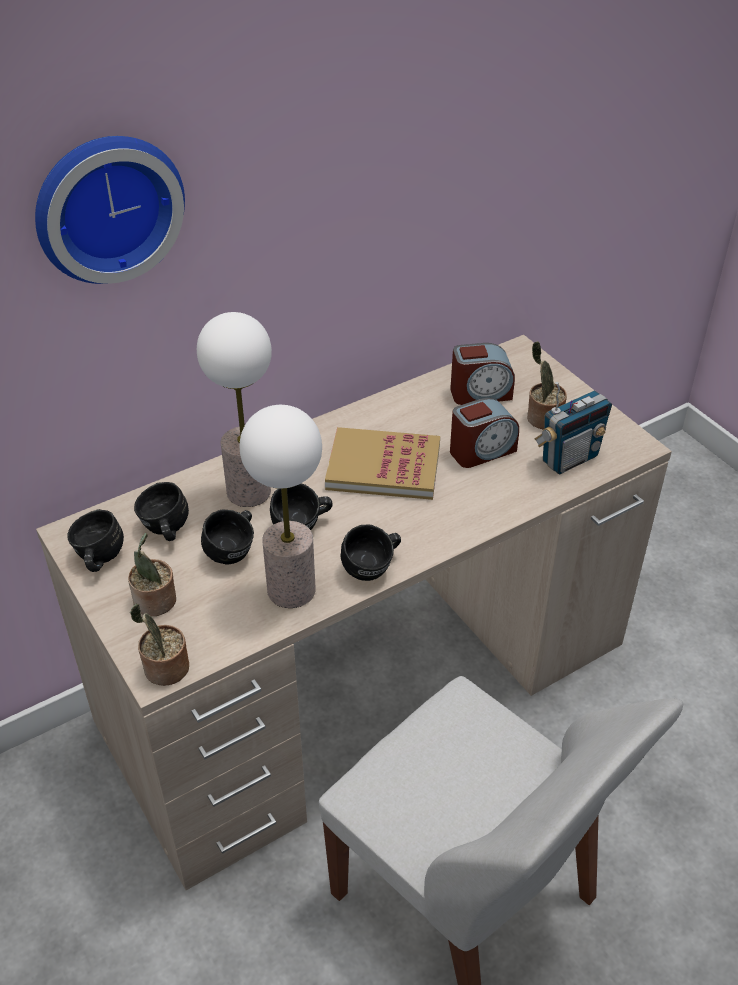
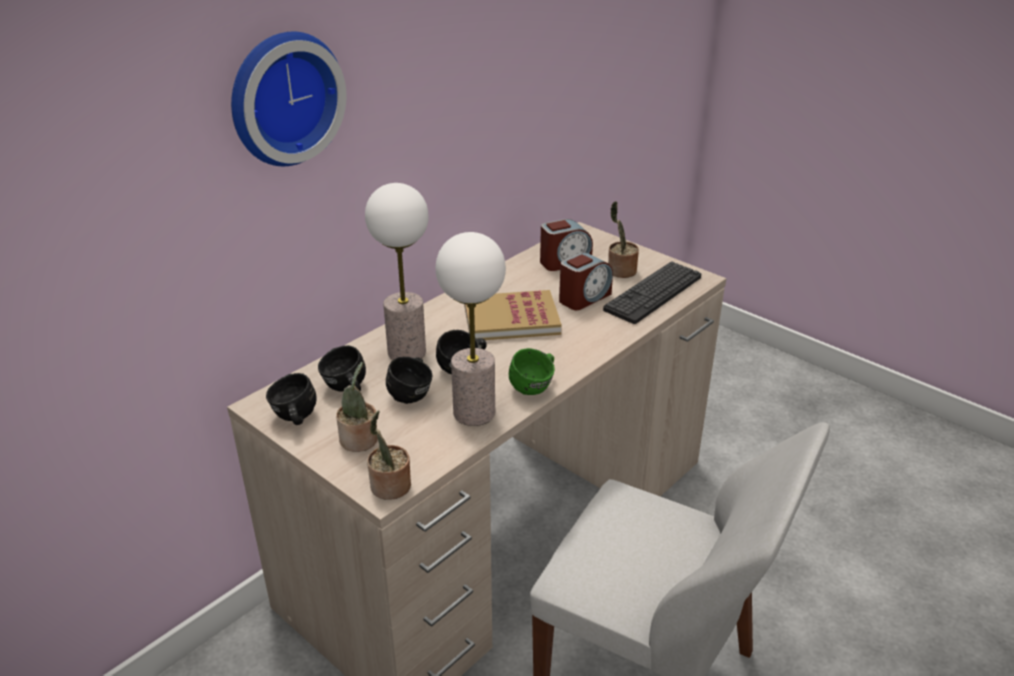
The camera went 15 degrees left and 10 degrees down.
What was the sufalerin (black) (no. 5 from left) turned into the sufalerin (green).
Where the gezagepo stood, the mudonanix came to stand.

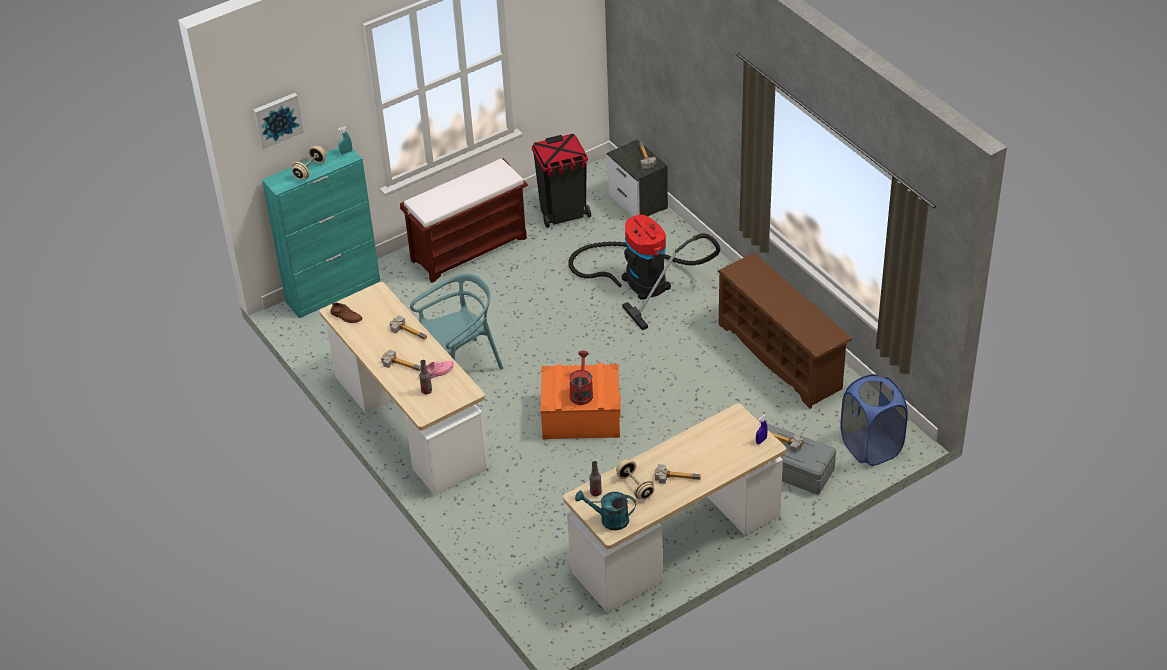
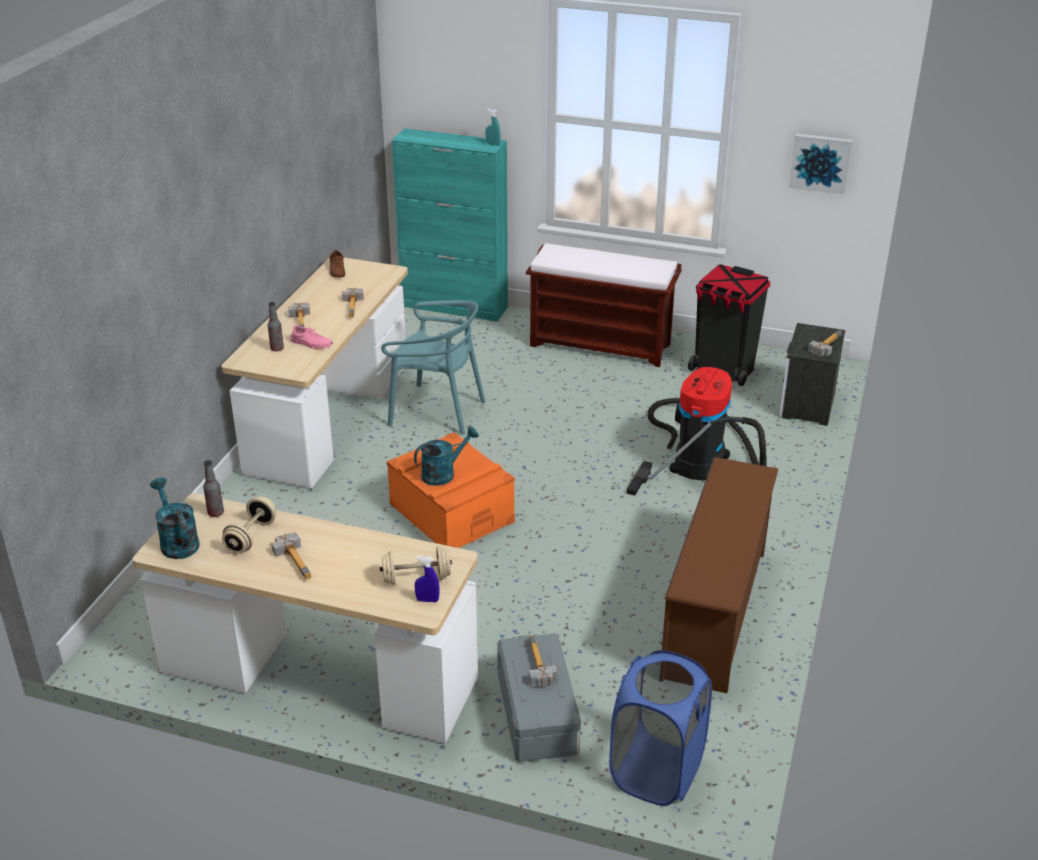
The camera went 50 degrees right and 10 degrees down.
The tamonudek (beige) (no. 1 from left in the first image) ended up elsewhere.
What was the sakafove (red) turned into the sakafove (turquoise) (no. 2 from left).
The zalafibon ended up elsewhere.

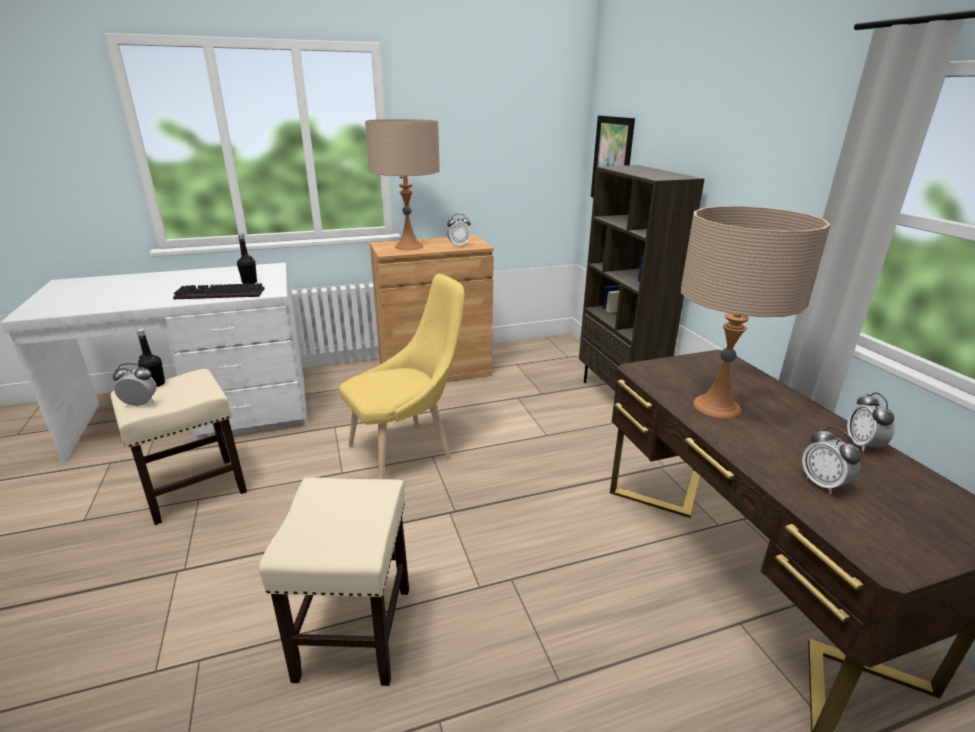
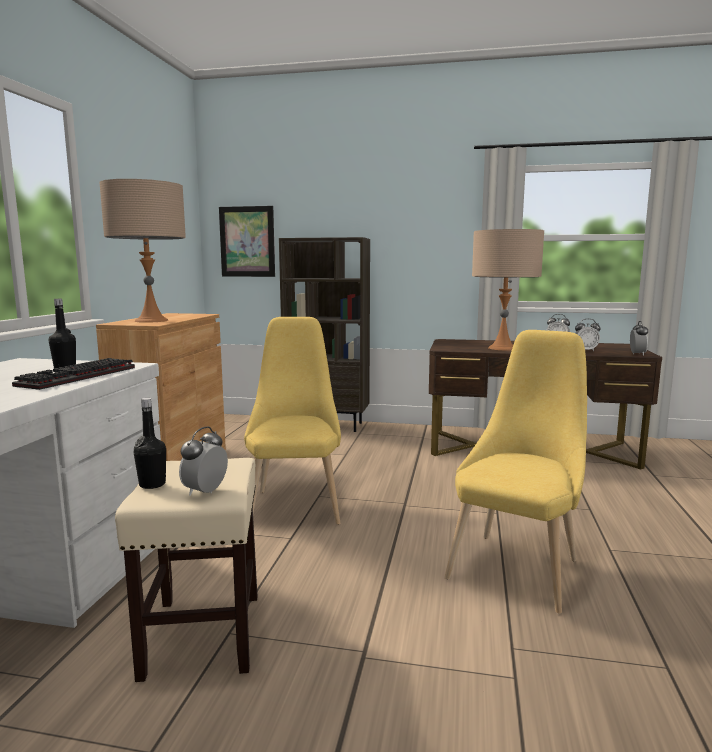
The camera went 60 degrees left and 15 degrees down.
Where the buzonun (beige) (no. 2 from left) stood, the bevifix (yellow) (no. 2 from left) came to stand.
The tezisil (no. 2 from left in the first image) ended up elsewhere.

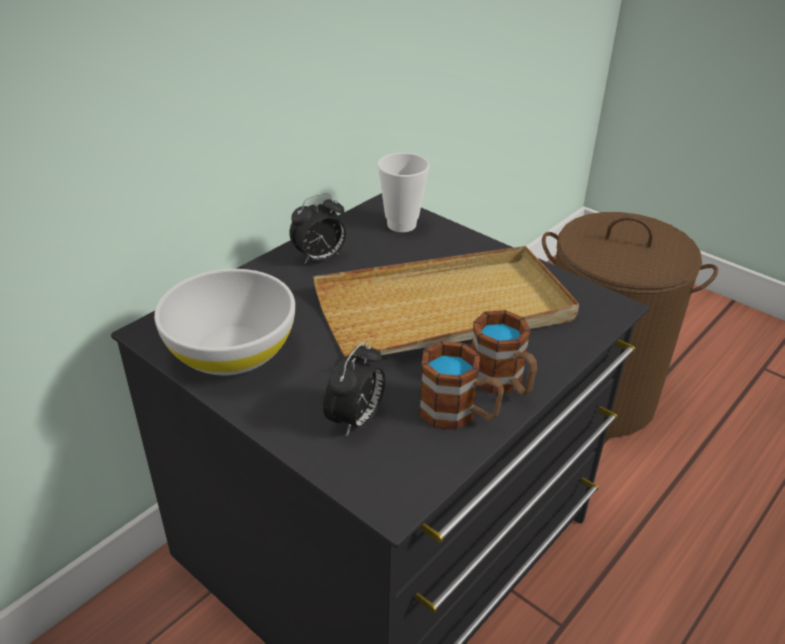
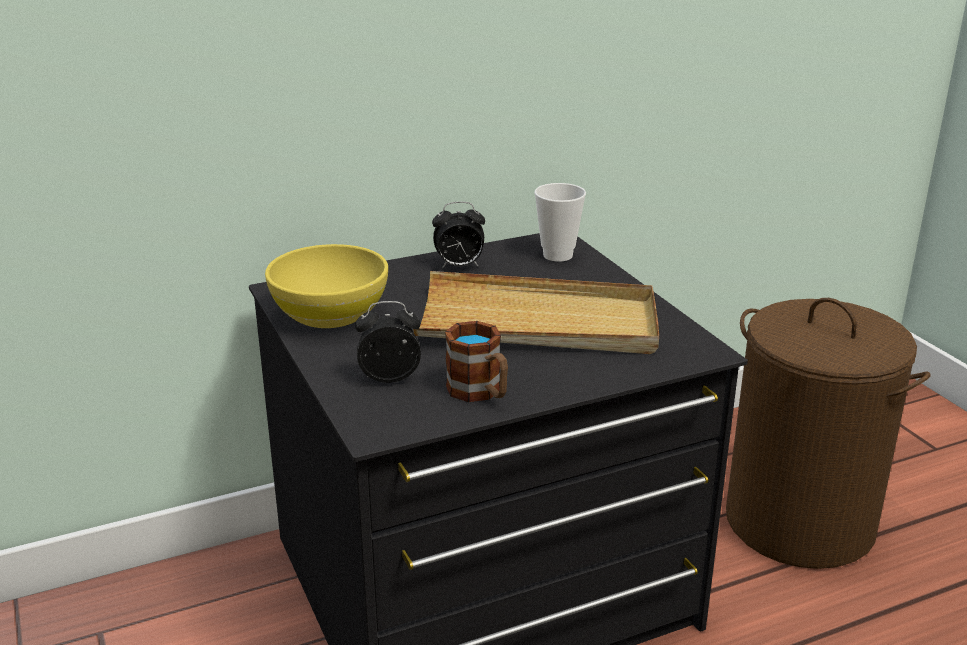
The camera went 25 degrees right and 10 degrees down.
What was the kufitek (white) turned into the kufitek (yellow).
The tezisil (no. 2 from left in the first image) ended up facing another way, 150 degrees counterclockwise from before.
The second view lost the sufalerin (no. 2 from left).

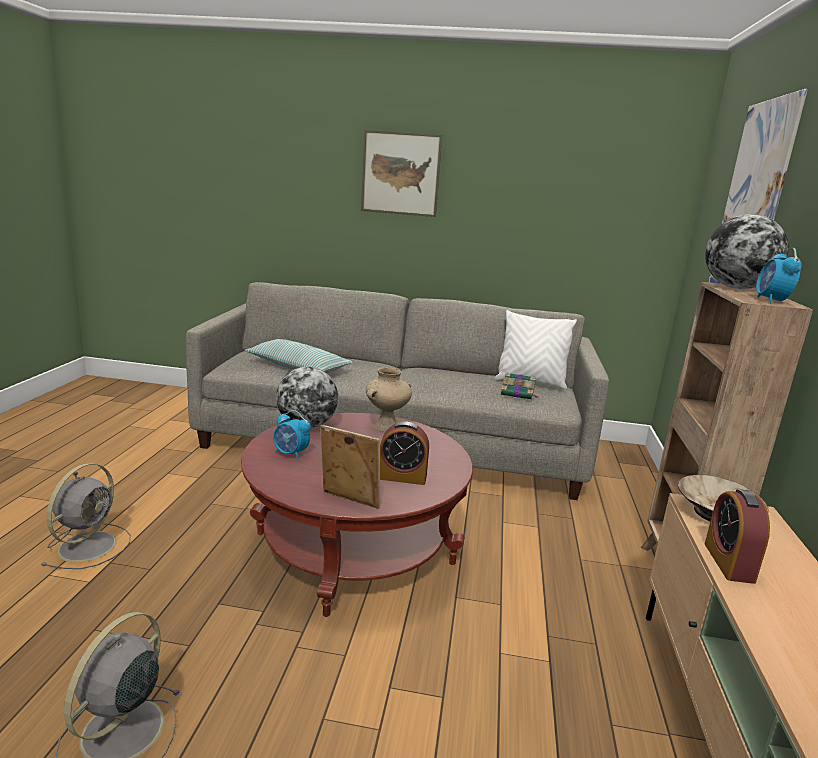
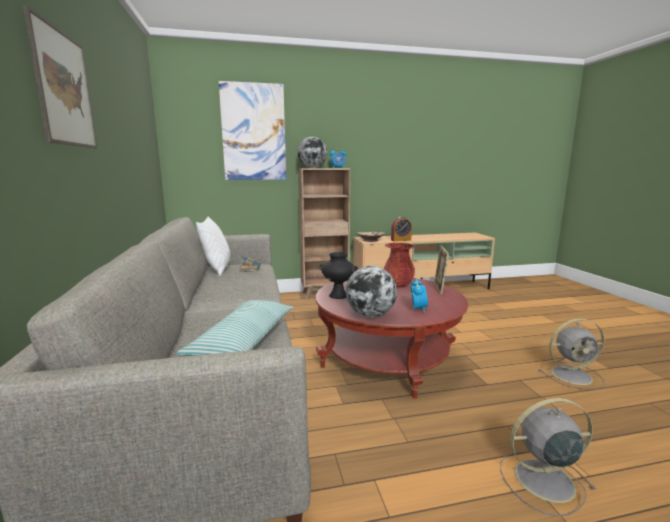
The camera went 110 degrees left and 5 degrees down.
What was the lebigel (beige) turned into the lebigel (black).
Where the tezisil (no. 2 from left) stood, the lebigel (red) came to stand.

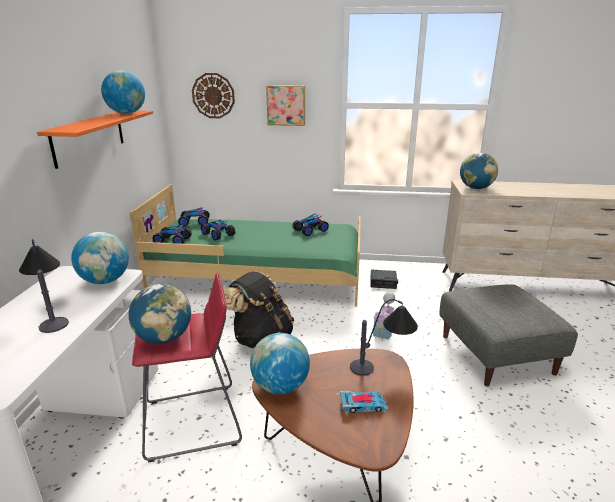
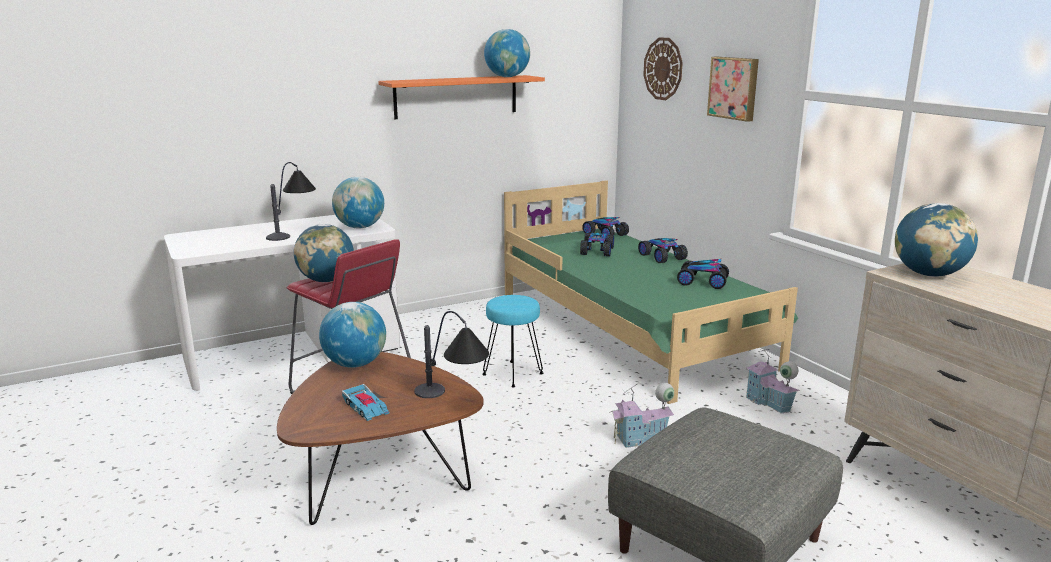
The camera went 55 degrees right and 5 degrees down.
Where the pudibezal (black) stood, the buzonun (turquoise) came to stand.
The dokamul (no. 1 from left in the first image) ended up elsewhere.
Where the tezisil stood, the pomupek (no. 2 from left) came to stand.

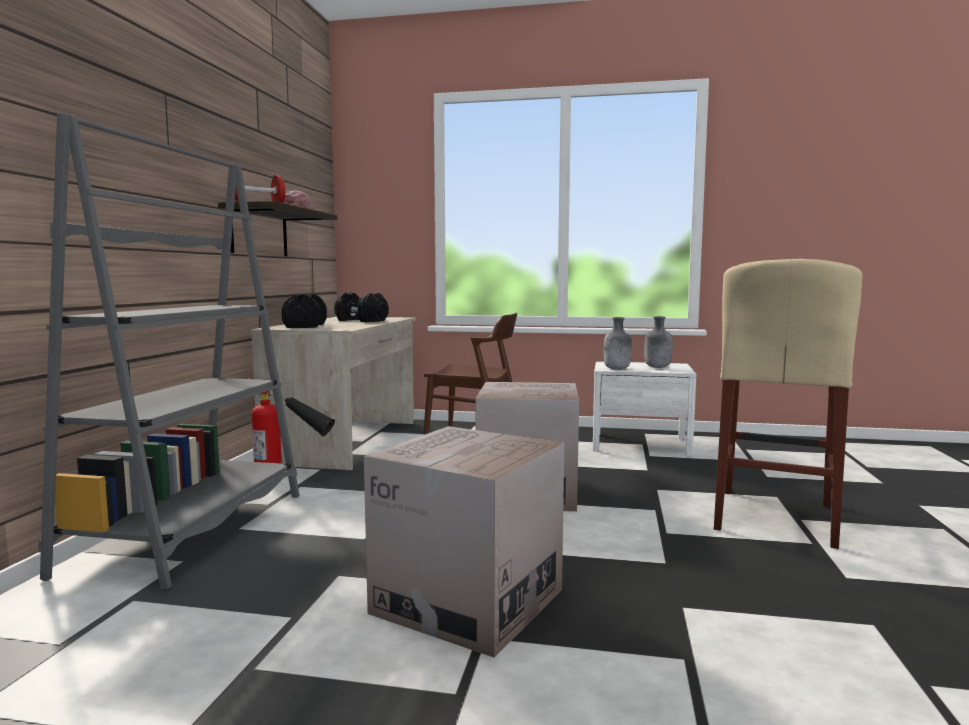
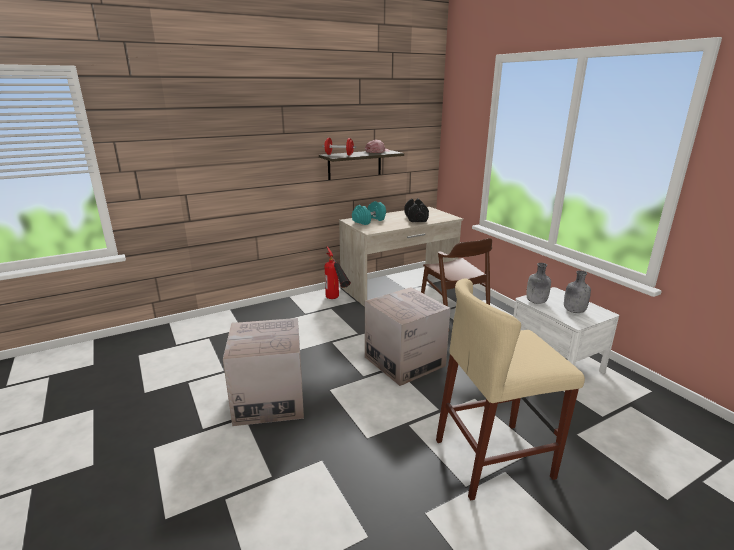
The camera went 50 degrees right and 15 degrees up.
What was the tamonudek (black) (no. 1 from left) turned into the tamonudek (turquoise).
The second view lost the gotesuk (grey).

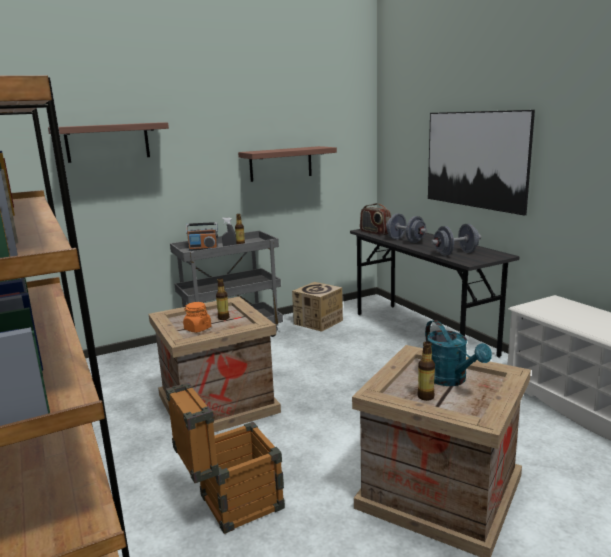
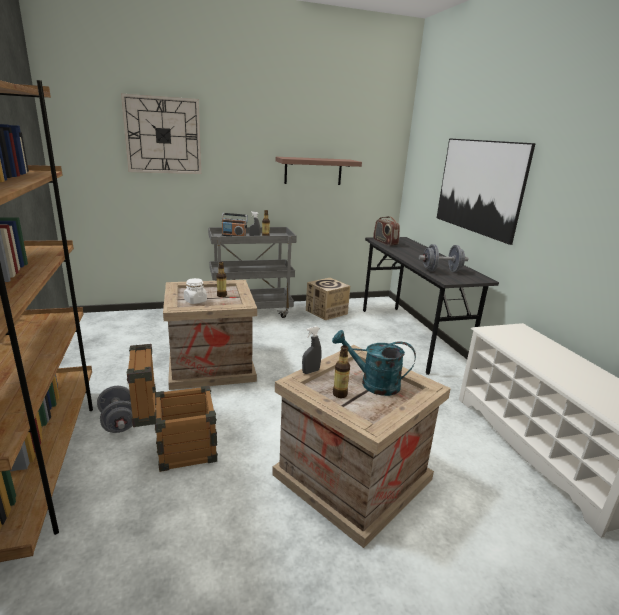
The camera went 10 degrees right and 5 degrees up.
The tamonudek (grey) (no. 1 from left) ended up elsewhere.
Where the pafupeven (no. 1 from left) hung, the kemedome came to hang.
What was the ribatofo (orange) turned into the ribatofo (white).
The second view gained the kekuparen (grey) (no. 2 from left).
The sakafove (turquoise) ended up facing another way, 120 degrees clockwise from before.

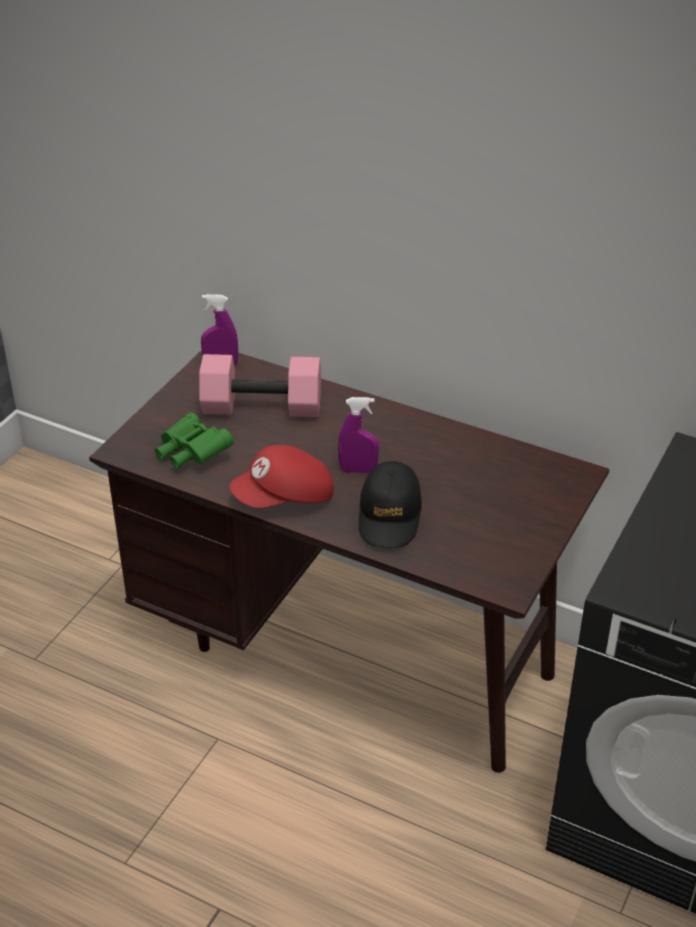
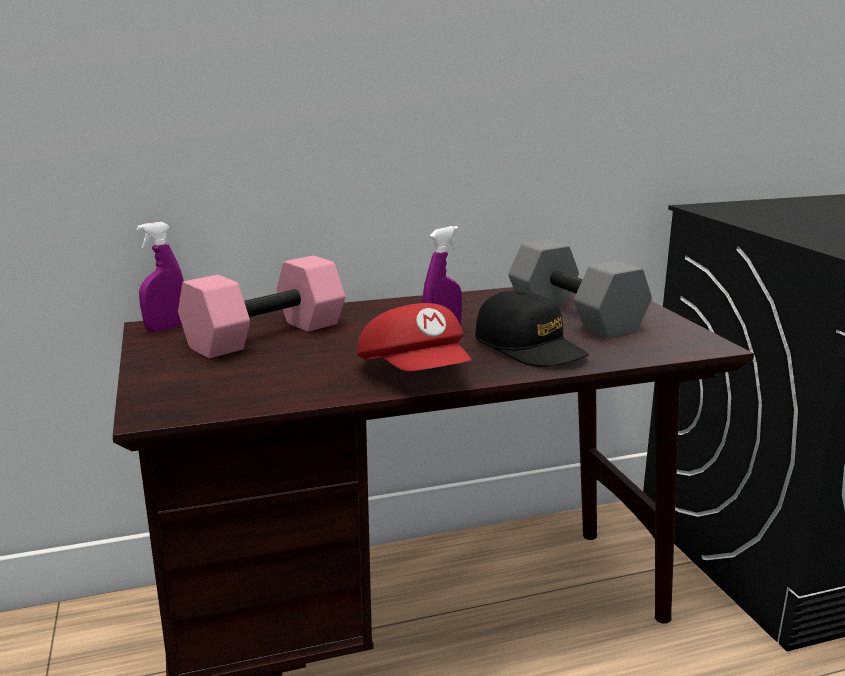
The camera went 45 degrees left and 20 degrees down.
The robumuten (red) ended up facing another way, 45 degrees counterclockwise from before.
The second view gained the tamonudek (grey).
The second view lost the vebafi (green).

